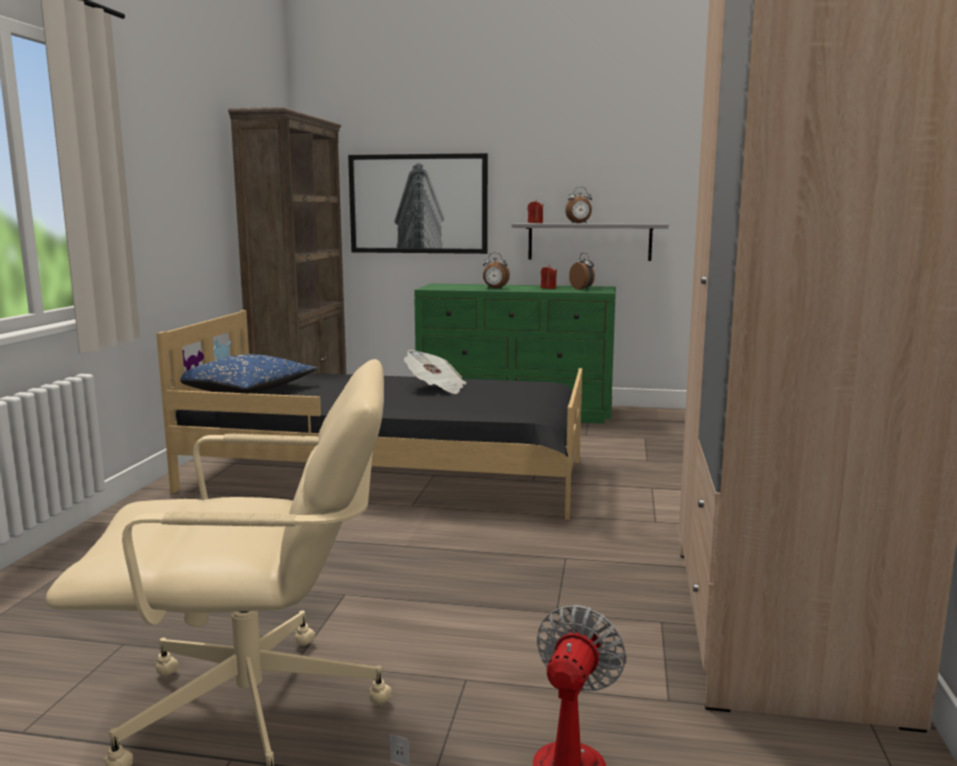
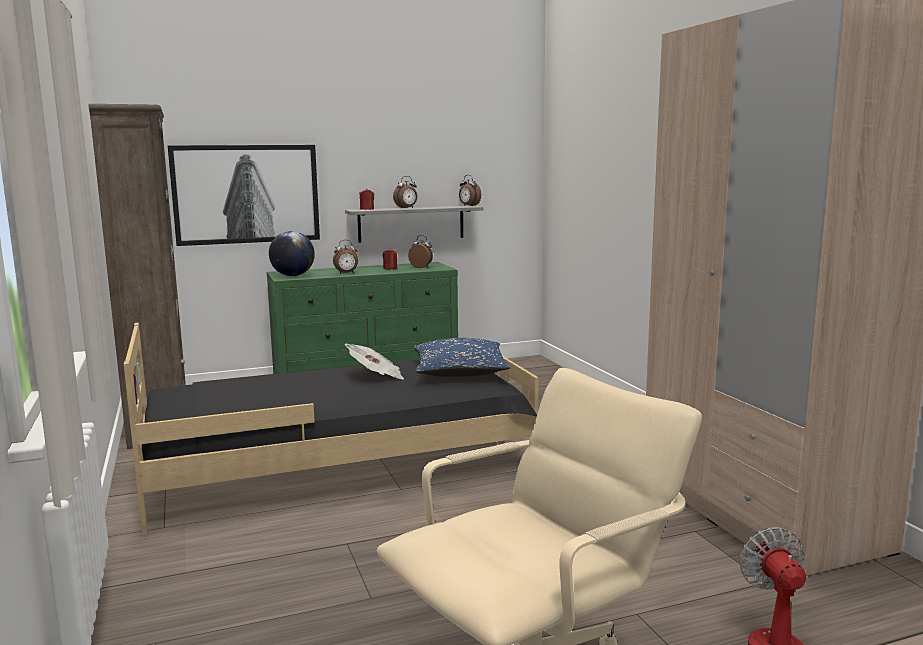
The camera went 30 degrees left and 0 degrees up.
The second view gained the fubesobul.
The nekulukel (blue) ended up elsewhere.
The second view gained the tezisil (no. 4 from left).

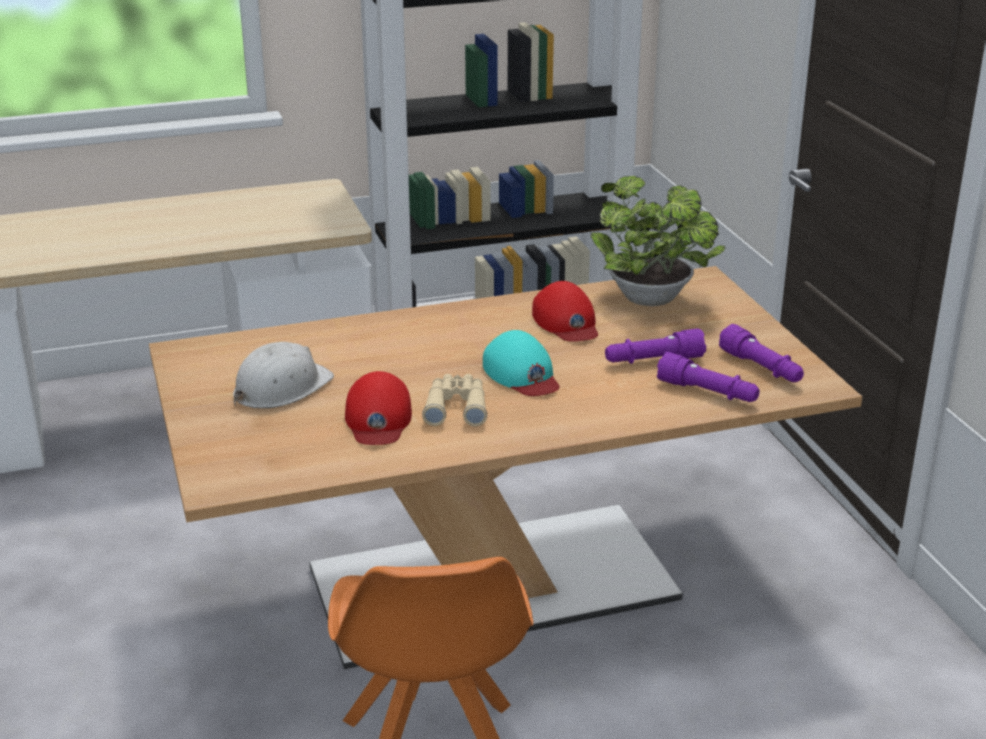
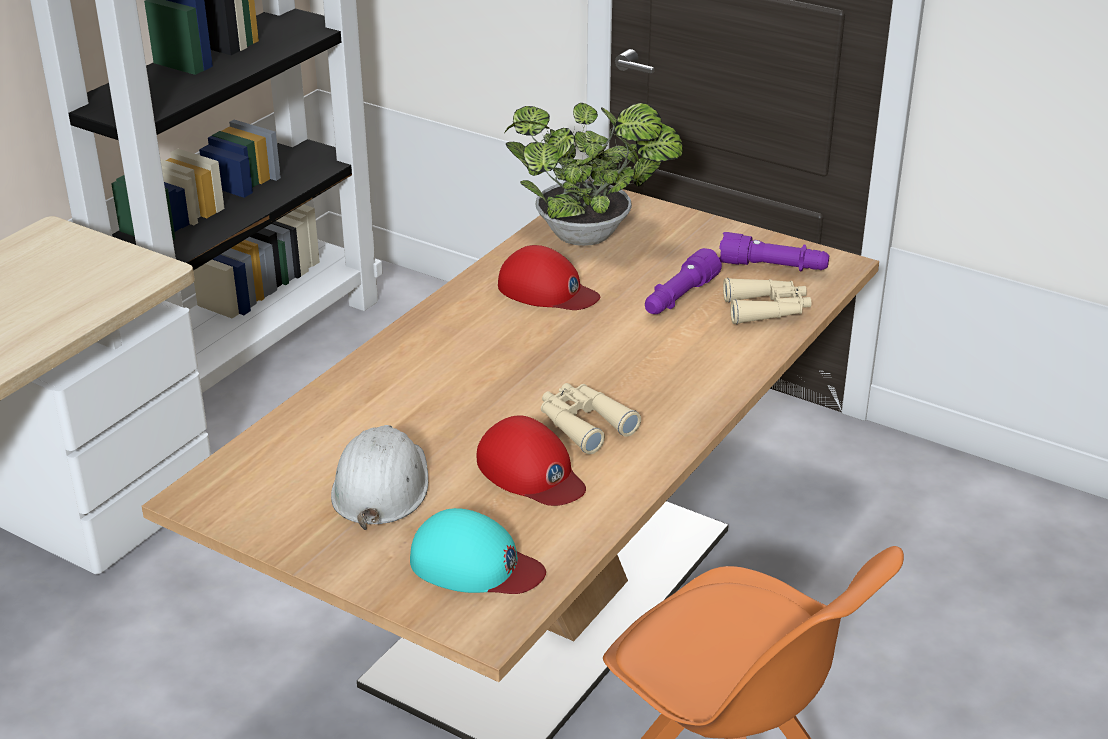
The camera went 40 degrees left and 5 degrees up.
The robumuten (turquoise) ended up elsewhere.
Where the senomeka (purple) (no. 2 from left) stood, the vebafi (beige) (no. 2 from left) came to stand.

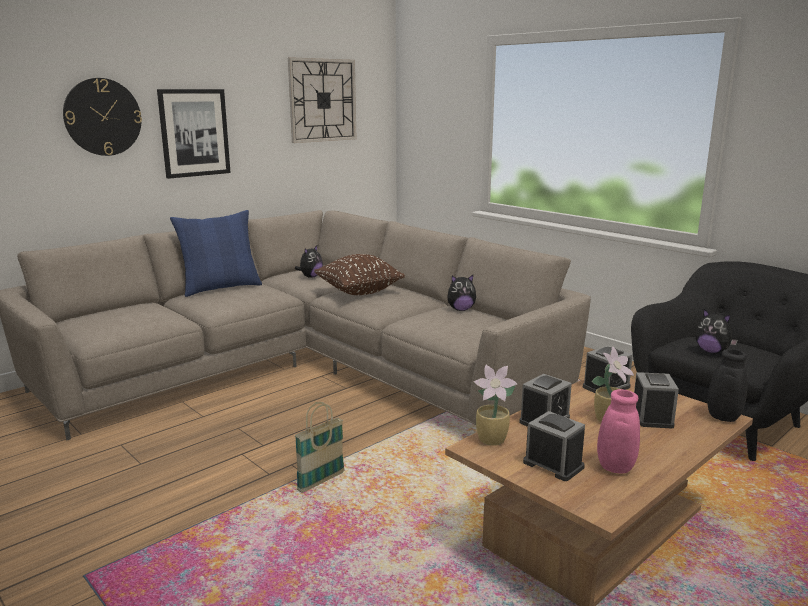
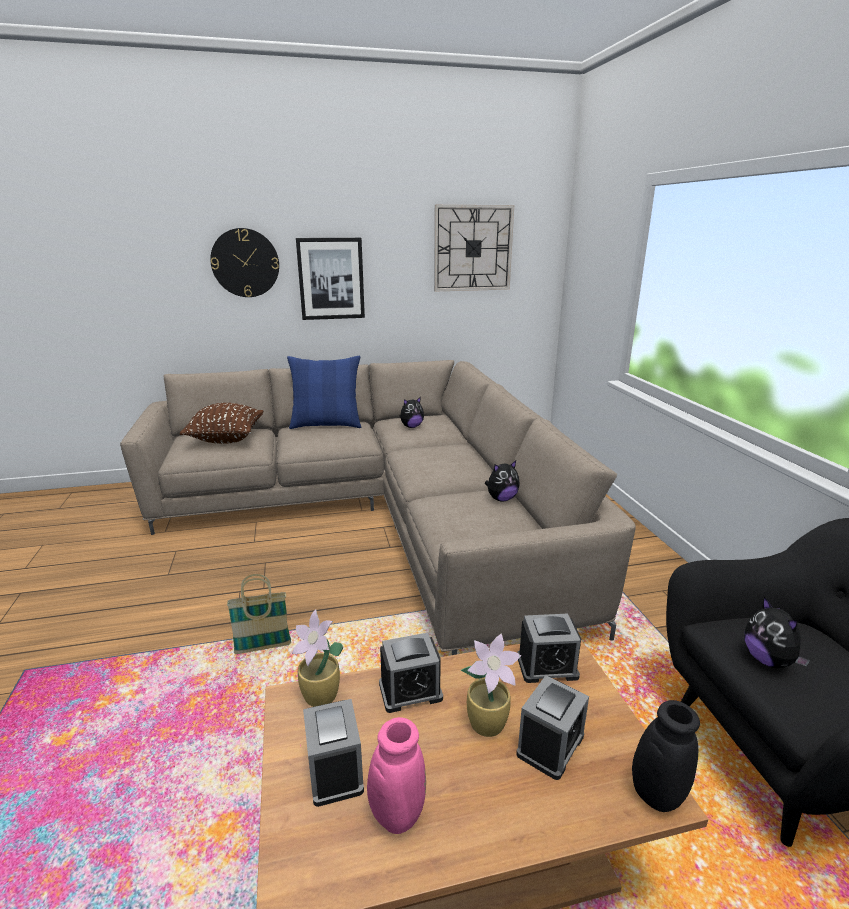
The camera went 30 degrees right and 5 degrees up.
The nekulukel (brown) ended up elsewhere.
The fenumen (no. 2 from left) ended up facing another way, 45 degrees counterclockwise from before.

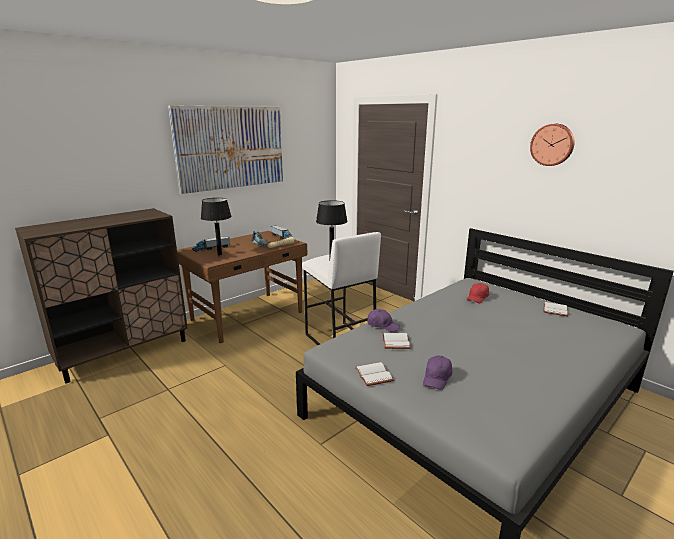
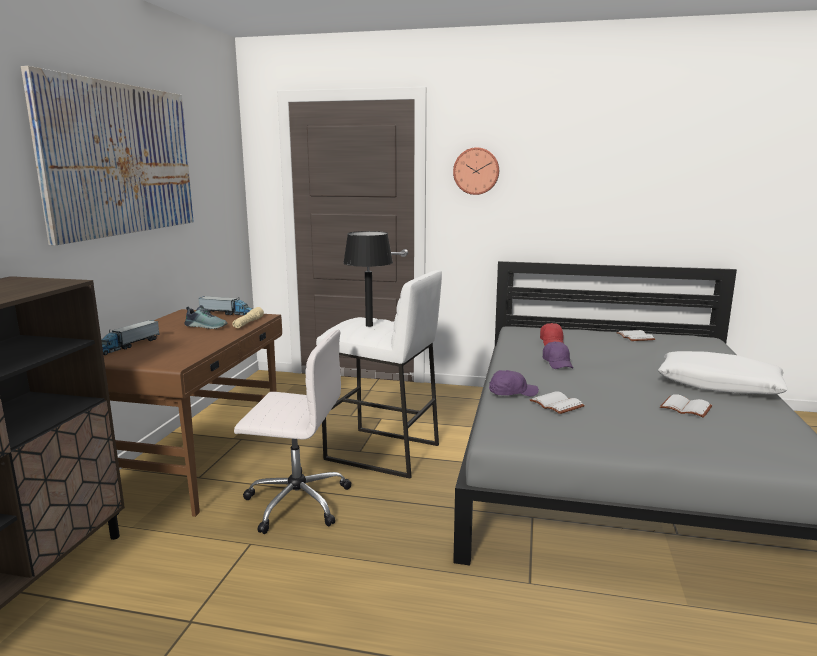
The camera went 35 degrees left and 5 degrees down.
The second view gained the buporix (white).
The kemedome ended up elsewhere.
The robumuten (purple) (no. 2 from left) ended up elsewhere.
The second view gained the nekulukel (white).
The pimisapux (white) (no. 1 from left in the first image) ended up elsewhere.
The second view lost the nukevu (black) (no. 1 from left).

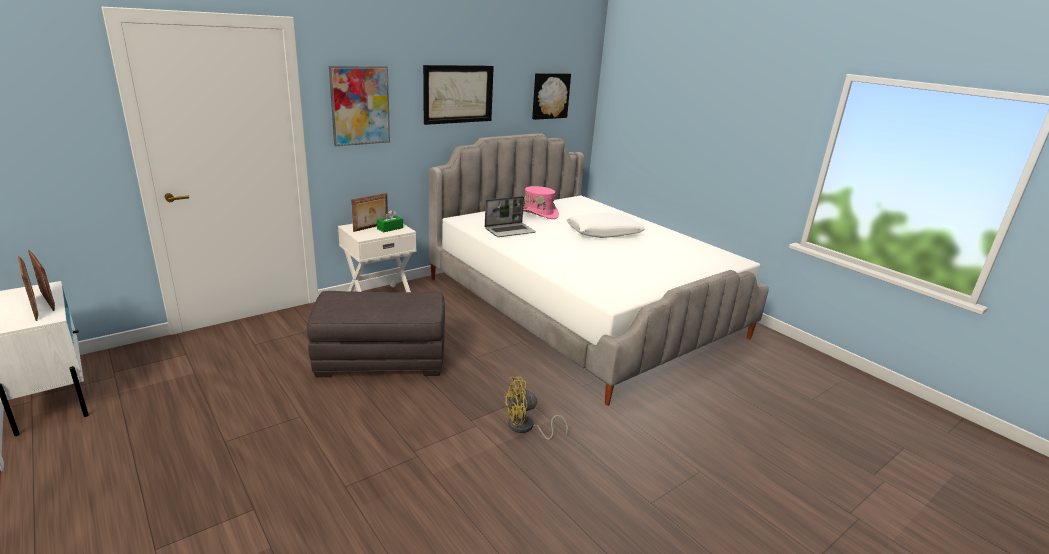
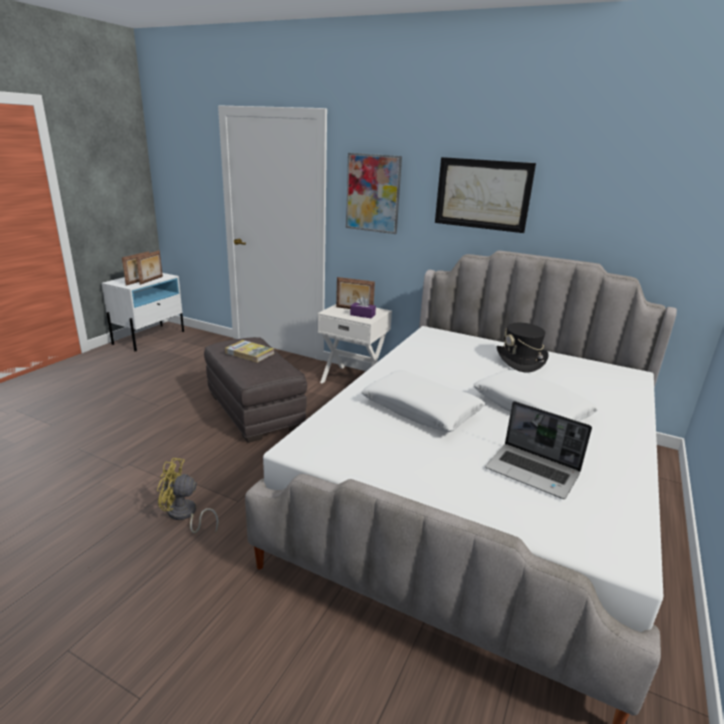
The camera went 65 degrees right and 0 degrees up.
The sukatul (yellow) ended up facing another way, 45 degrees counterclockwise from before.
The second view gained the pimisapux.
What was the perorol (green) turned into the perorol (purple).
The second view gained the nekulukel (white) (no. 1 from left).
The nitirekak ended up elsewhere.
What was the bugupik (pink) turned into the bugupik (black).
The second view lost the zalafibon (no. 3 from left).

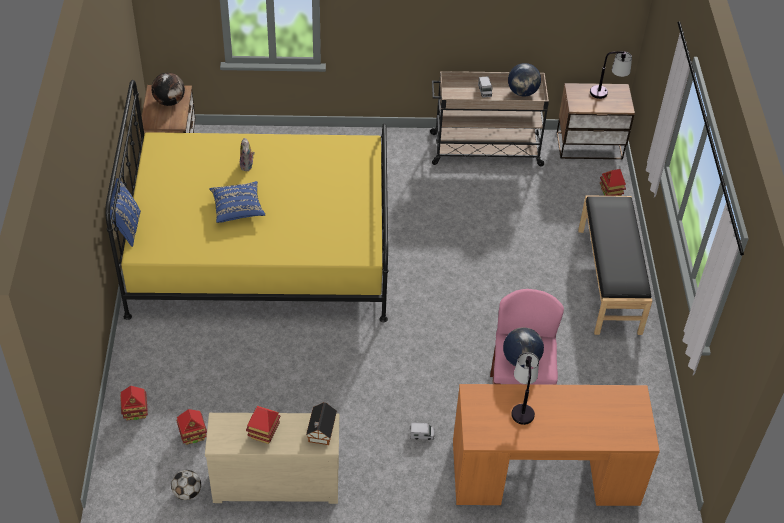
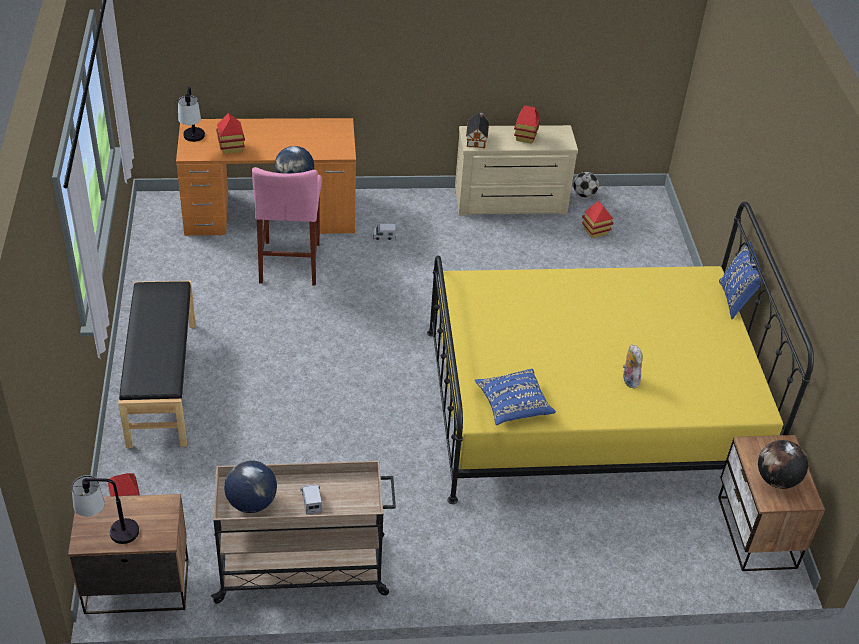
The camera went 175 degrees right and 5 degrees down.
The nukevu (no. 1 from left in the first image) ended up elsewhere.
The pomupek (no. 1 from left in the first image) ended up elsewhere.
The nekulukel (blue) (no. 2 from left in the first image) ended up elsewhere.

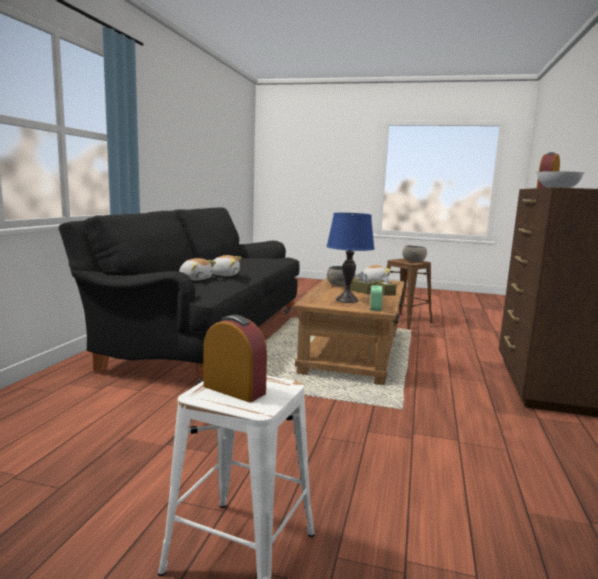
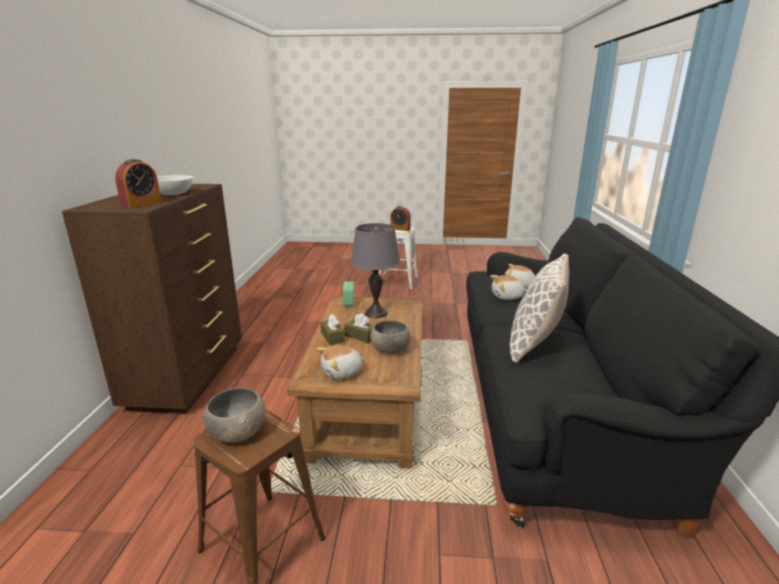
The camera went 170 degrees right and 10 degrees up.
What was the nukevu (blue) turned into the nukevu (grey).
The second view gained the nekulukel.

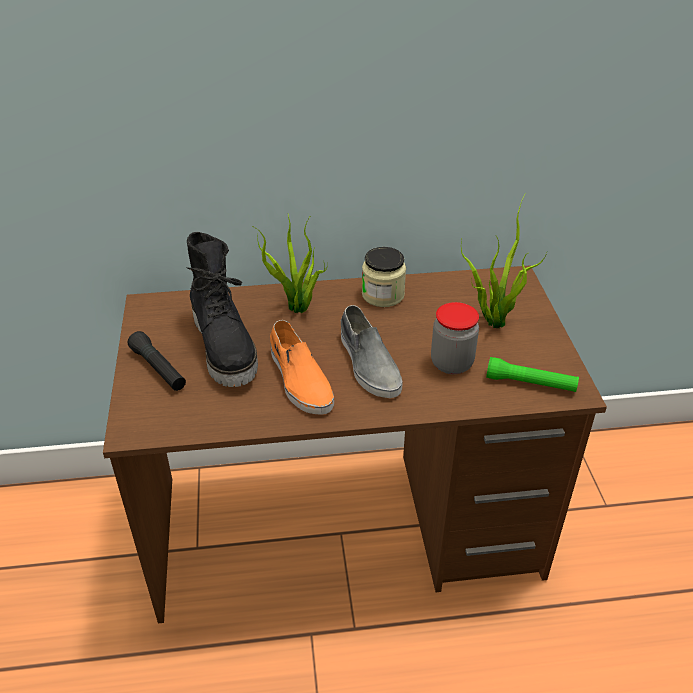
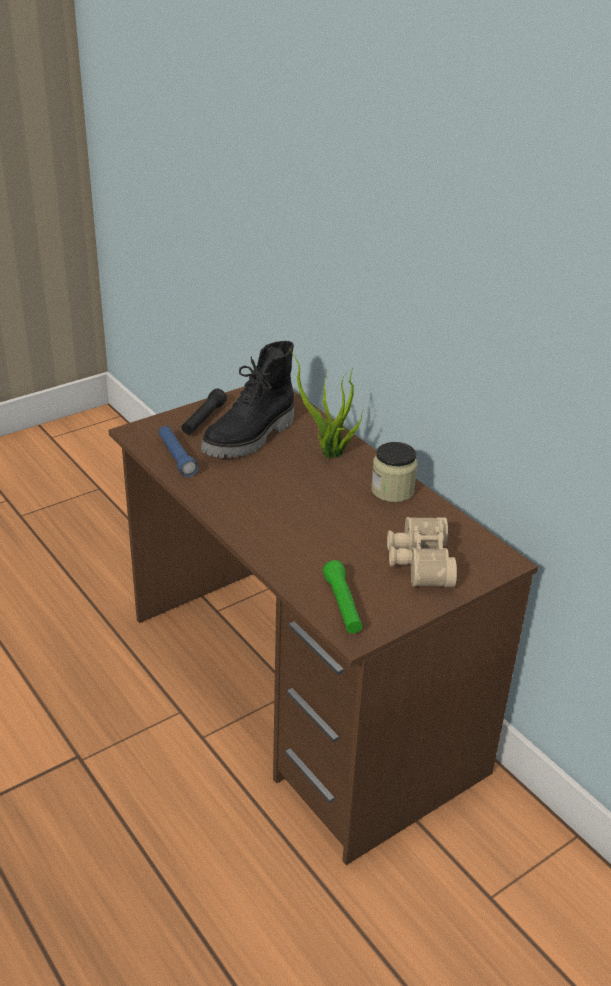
The camera went 60 degrees right and 5 degrees down.
The second view gained the senomeka (blue).
Where the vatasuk (no. 2 from left) stood, the vebafi (beige) came to stand.
The second view lost the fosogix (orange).
The second view lost the fosogix (grey).
The second view lost the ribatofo (no. 2 from left).

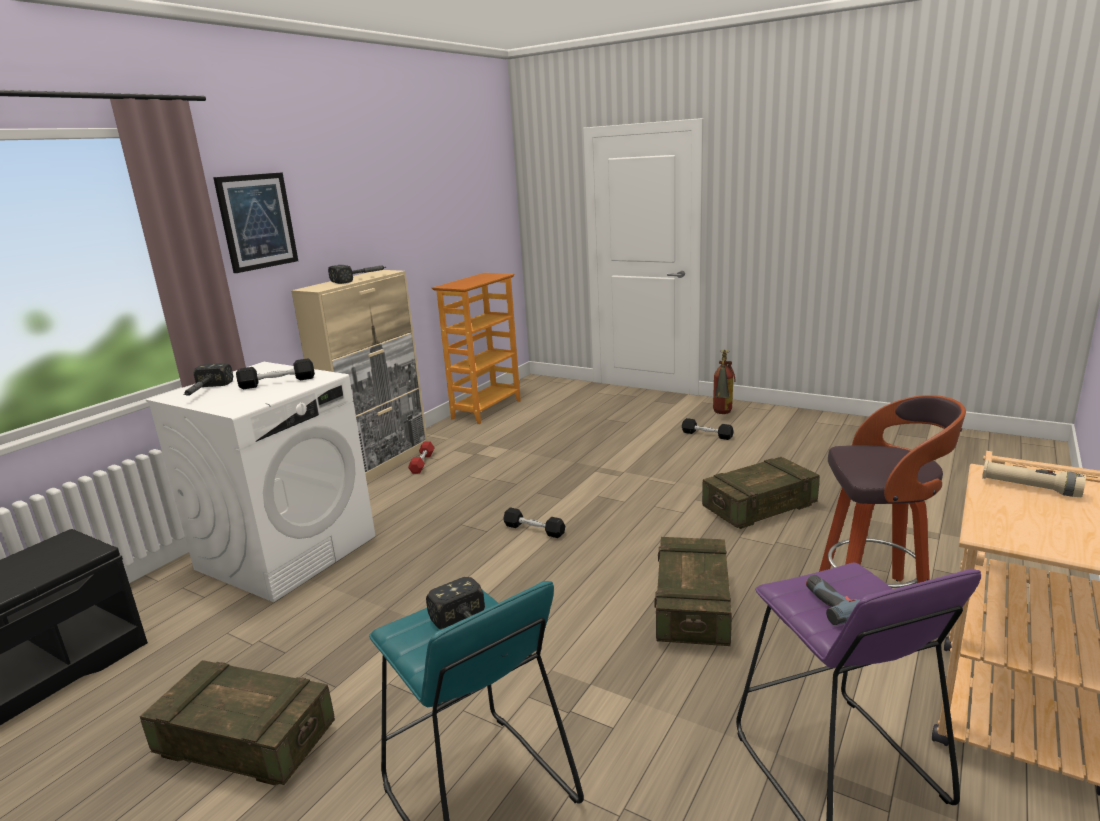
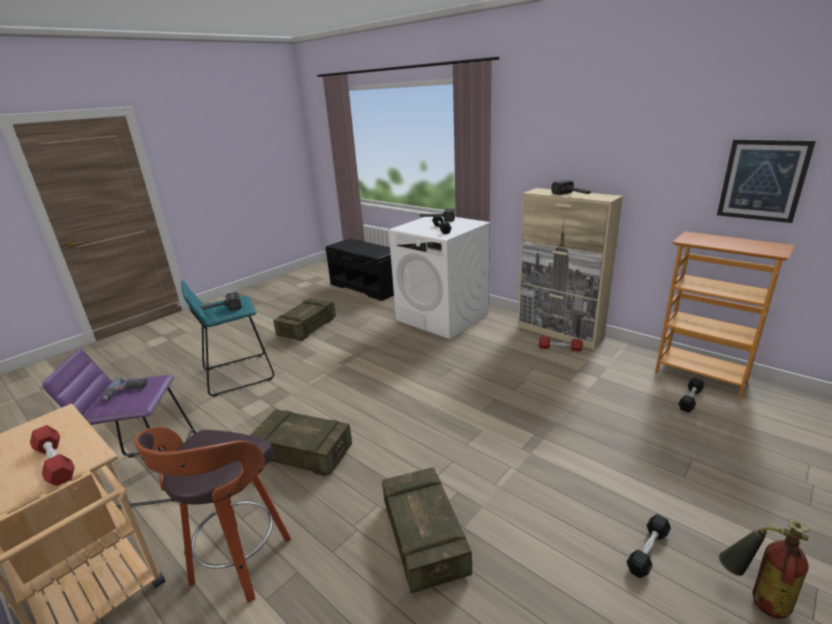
The camera went 100 degrees right and 5 degrees up.
Where the senomeka (beige) stood, the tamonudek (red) (no. 1 from left) came to stand.
The tamonudek (black) (no. 2 from left in the first image) ended up elsewhere.
The zalafibon ended up elsewhere.

